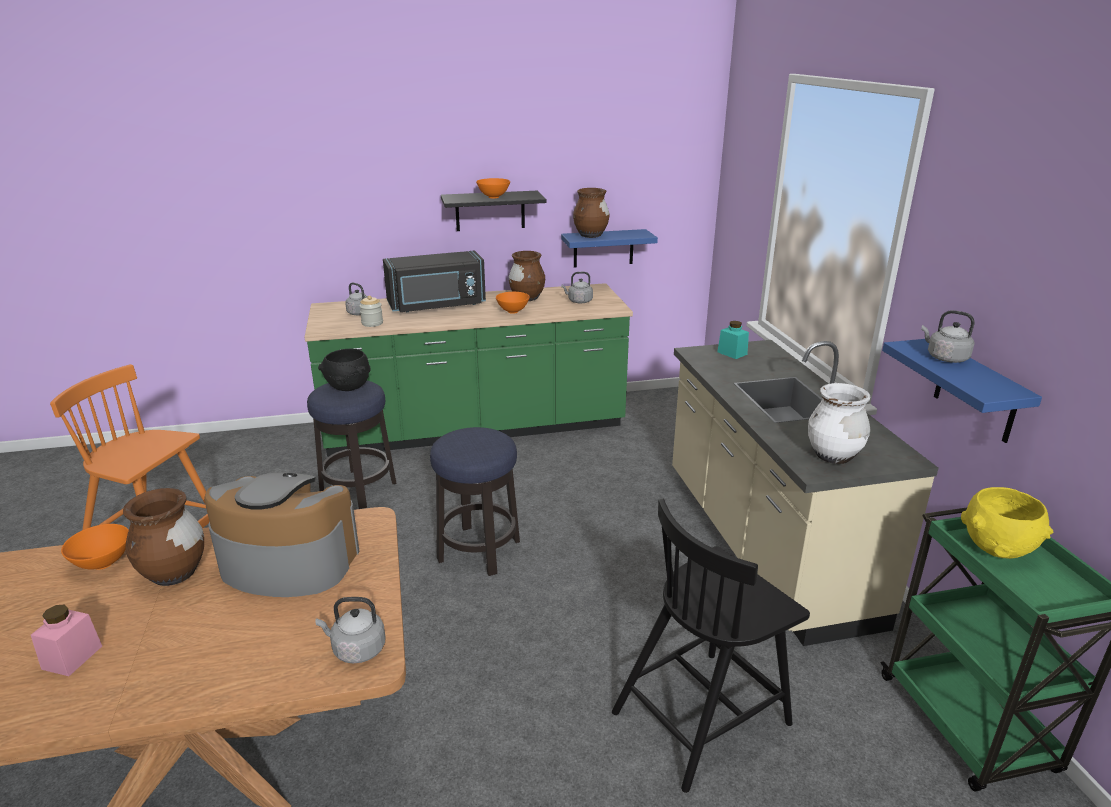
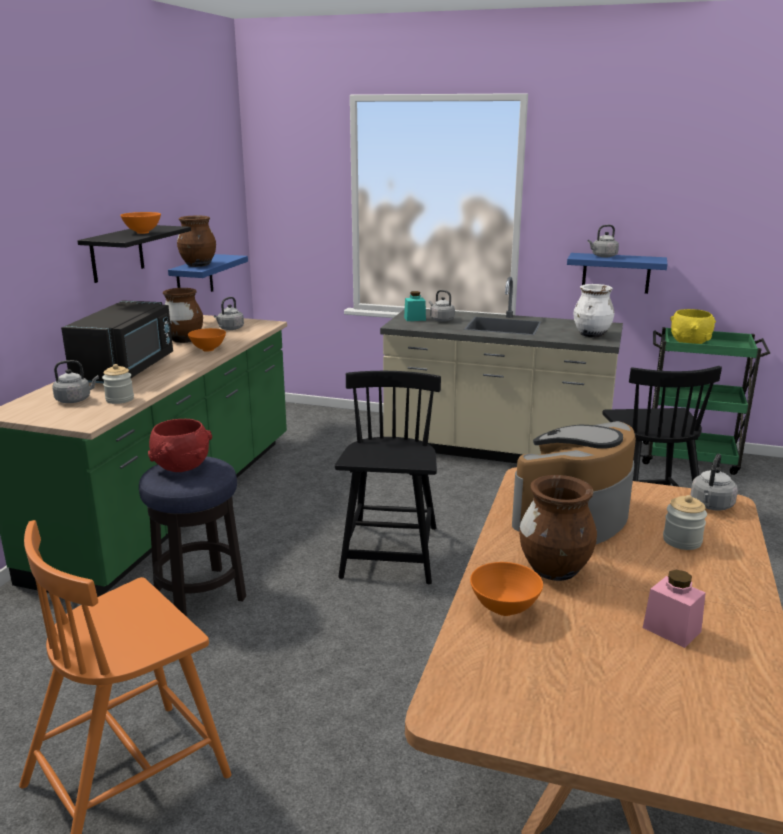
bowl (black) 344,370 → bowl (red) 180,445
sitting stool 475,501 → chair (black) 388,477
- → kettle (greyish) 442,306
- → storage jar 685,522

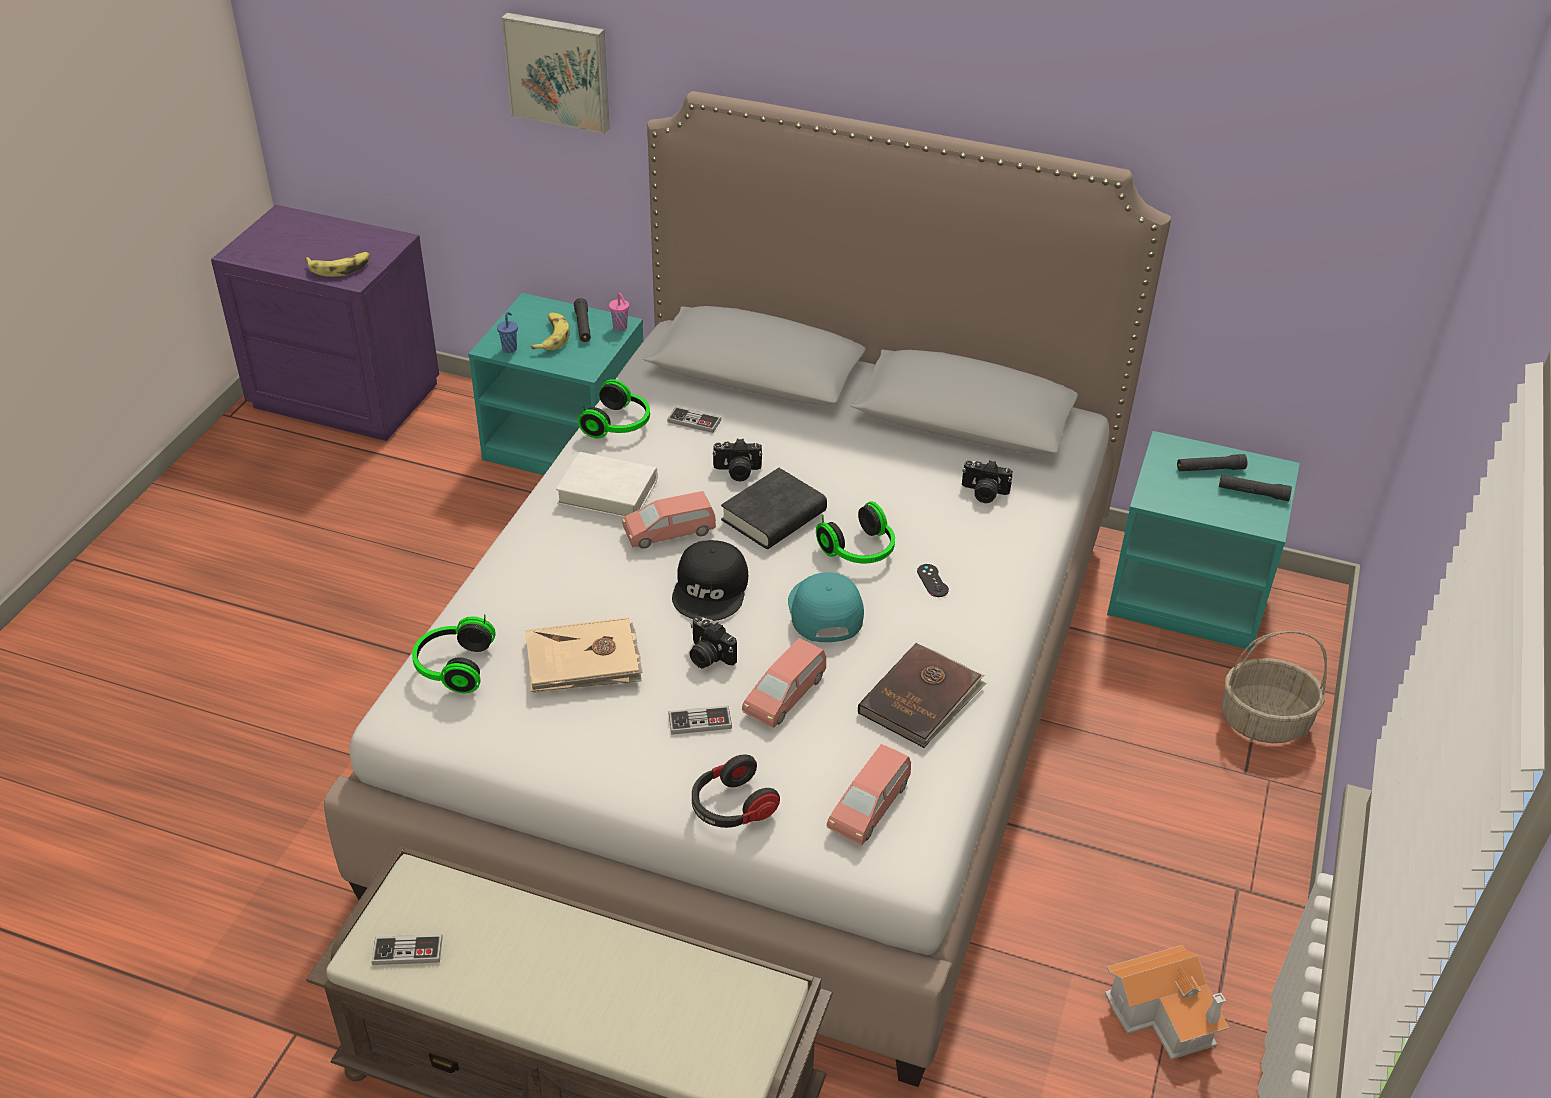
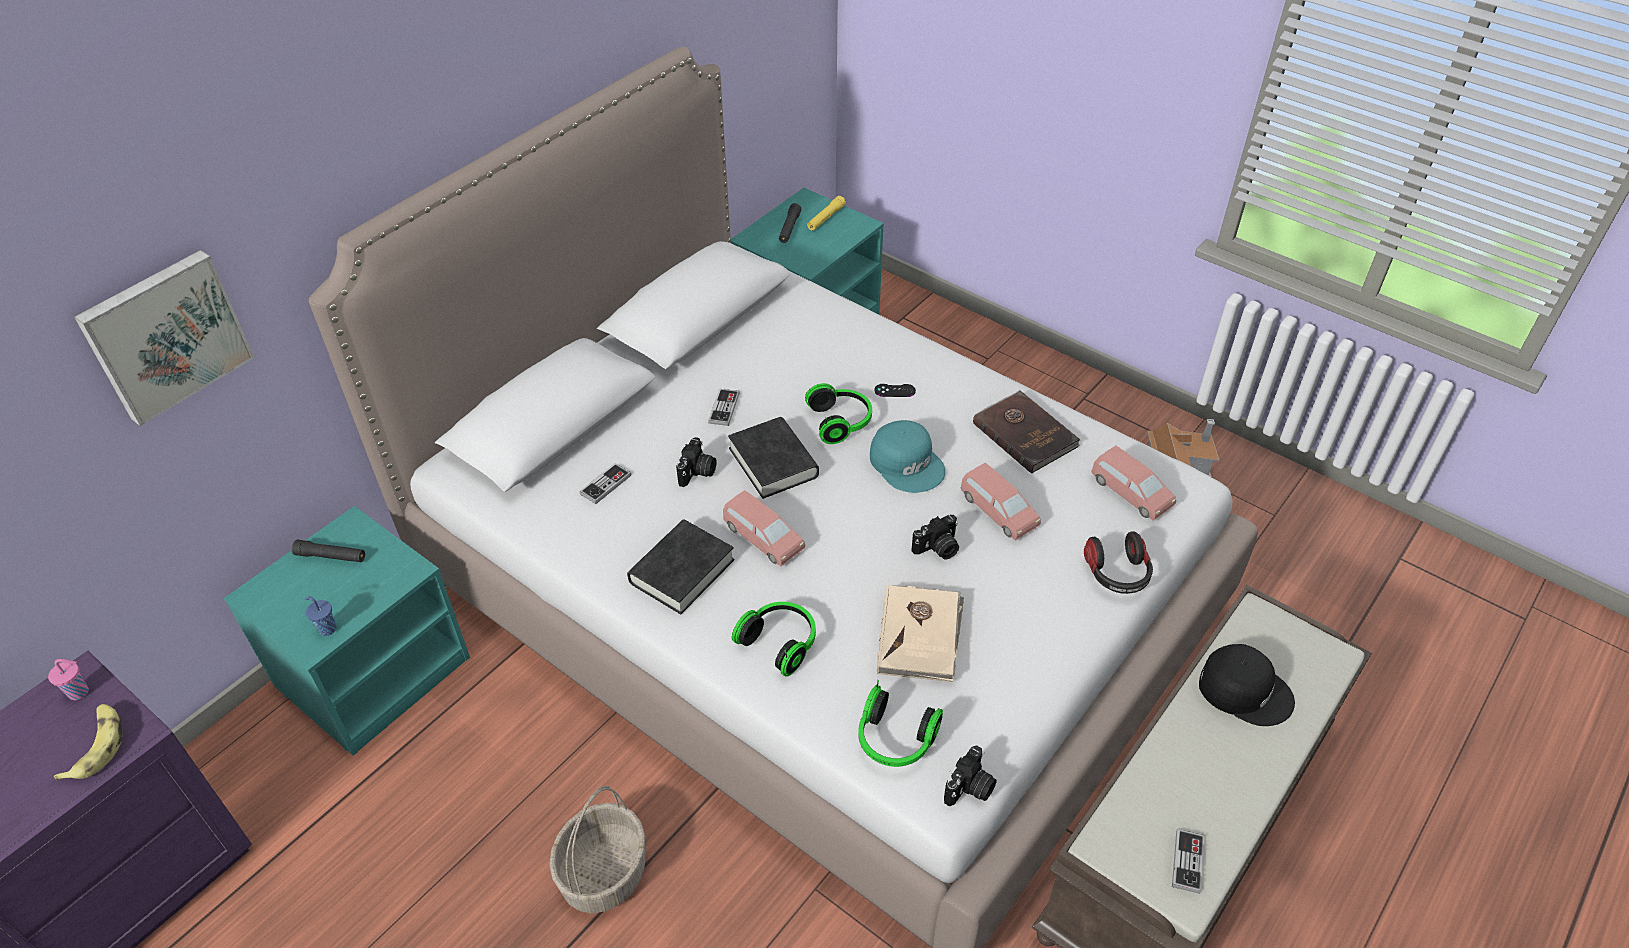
small cup (pinkish) 619,312 → small cup (pinkish) 68,679, shifted
basket 1274,687 → basket 597,849, shifted
volume (white) 606,485 → volume (black) 680,566
game controller 700,720 → game controller 724,407, shifted
miniature car (pinkish) 669,520 → miniature car (pinkish) 764,528, 45 degrees counterclockwise
headphones 614,409 → headphones 774,639, shifted
torch (black) 1255,488 → torch (yellowish) 826,213
peaked cap (blue-green) 826,607 → peaked cap (blue-green) 907,456, 135 degrees counterclockwise
photo camera 987,481 → photo camera 970,775, shifted
peaked cap (black) 710,580 → peaked cap (black) 1247,685, shifted
whole banana 550,331 → -

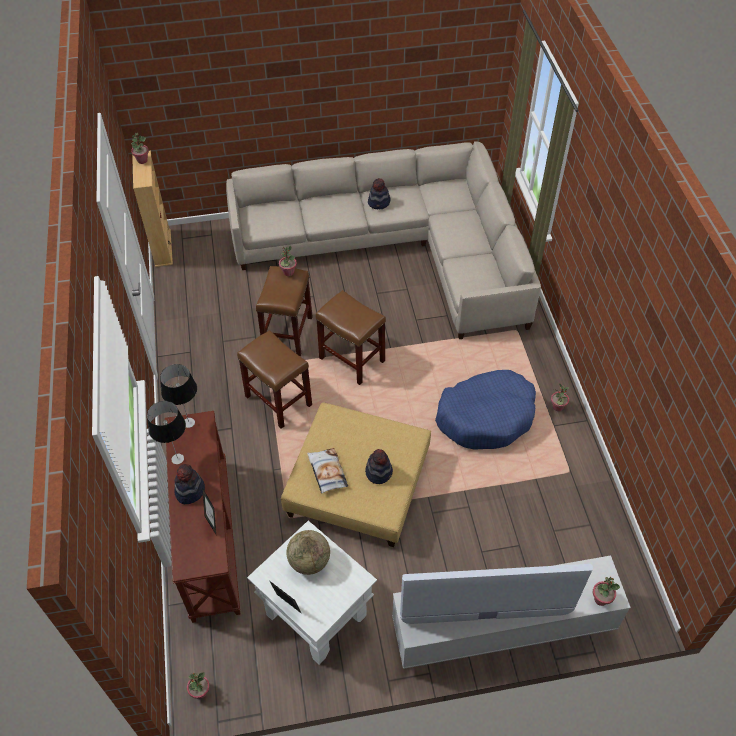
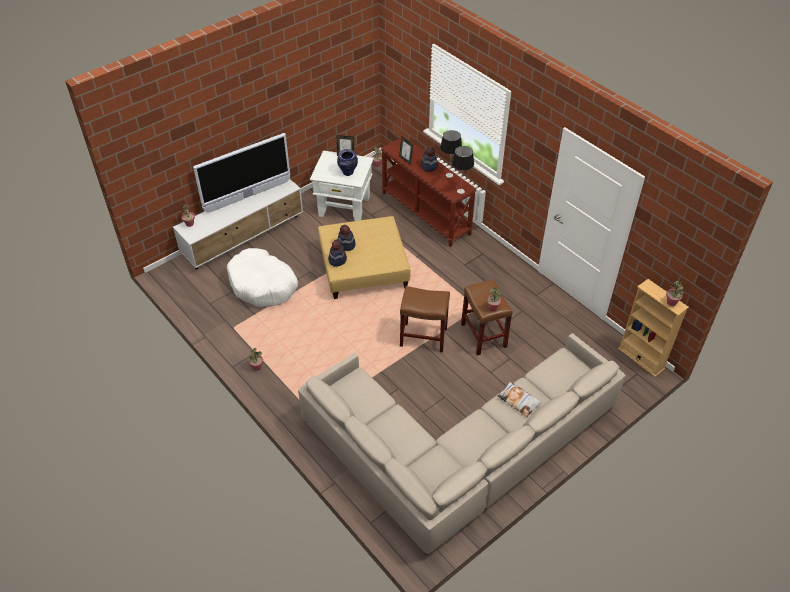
- → dog cushion (white) 262,277
wearable hat 379,193 → wearable hat 337,253, shifted
world globe 308,552 → vase 347,162
pillow 327,470 → pillow 519,399, shifted
sitting stool (brownish) 274,379 → -
dog cushion (blue) 485,410 → -

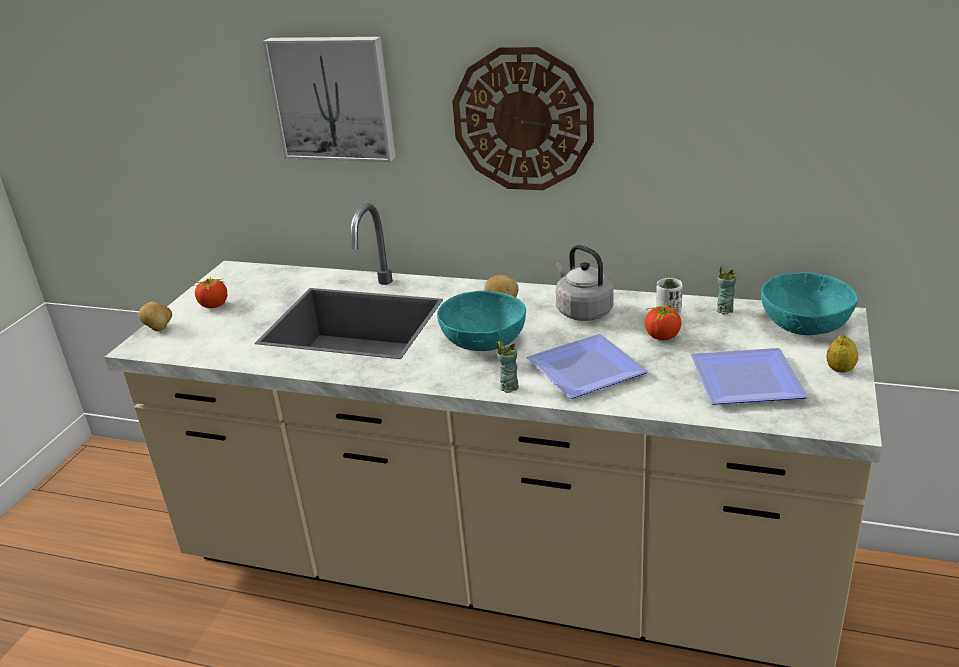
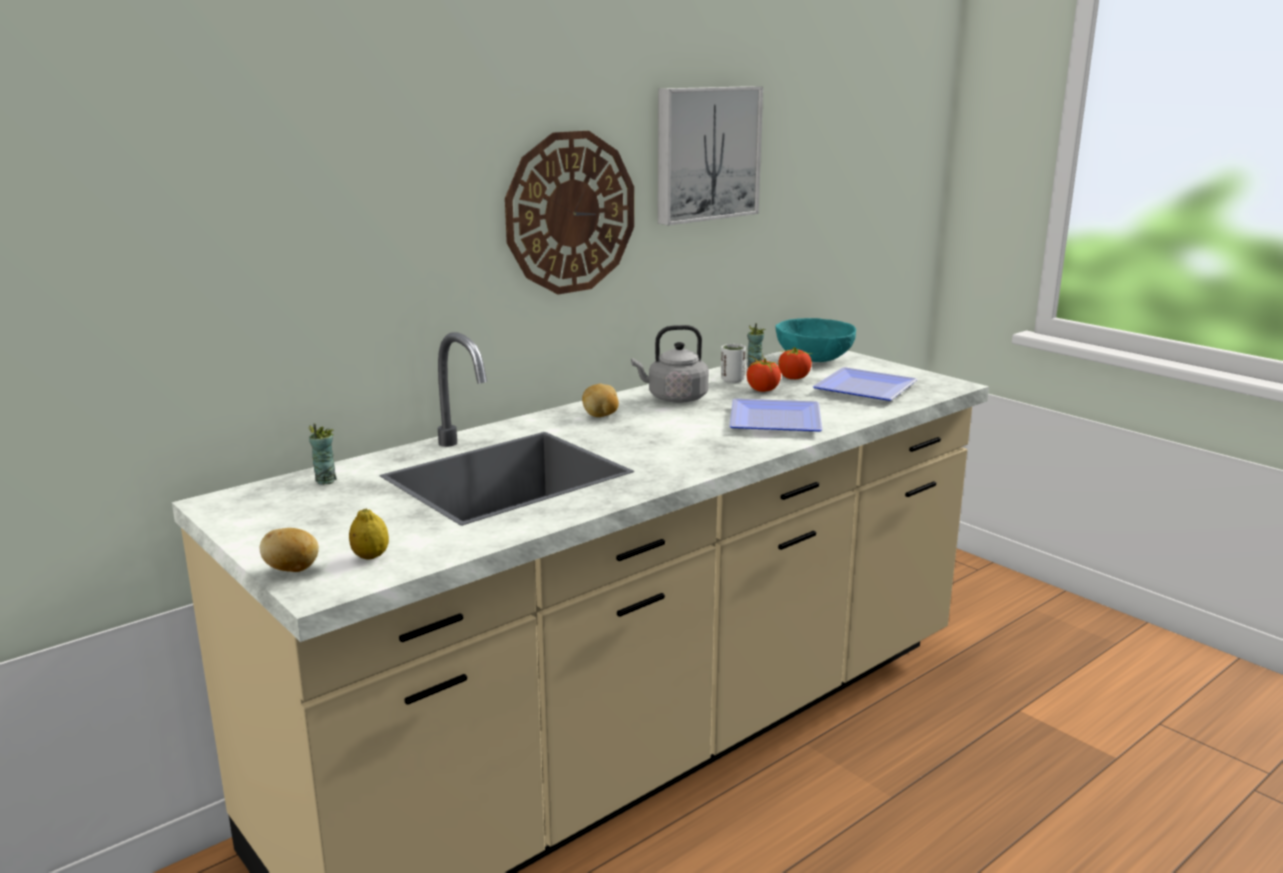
small cup 507,366 → small cup 322,454, shifted
citrus fruit 842,353 → citrus fruit 369,534, shifted
picture 329,99 → picture 710,155, shifted
fresh tomato 209,292 → fresh tomato 795,363, shifted
bowl (blue-green) 481,321 → -

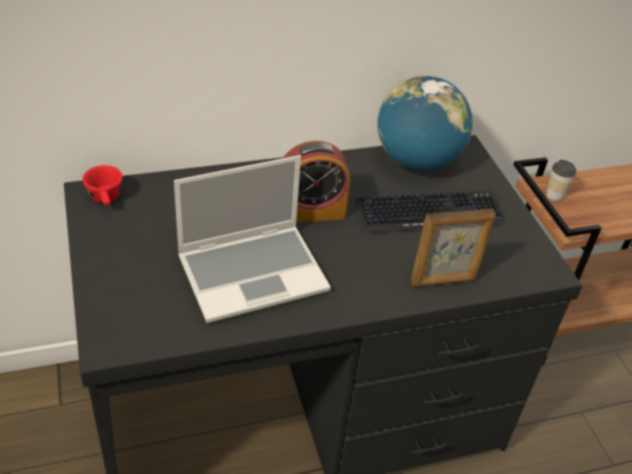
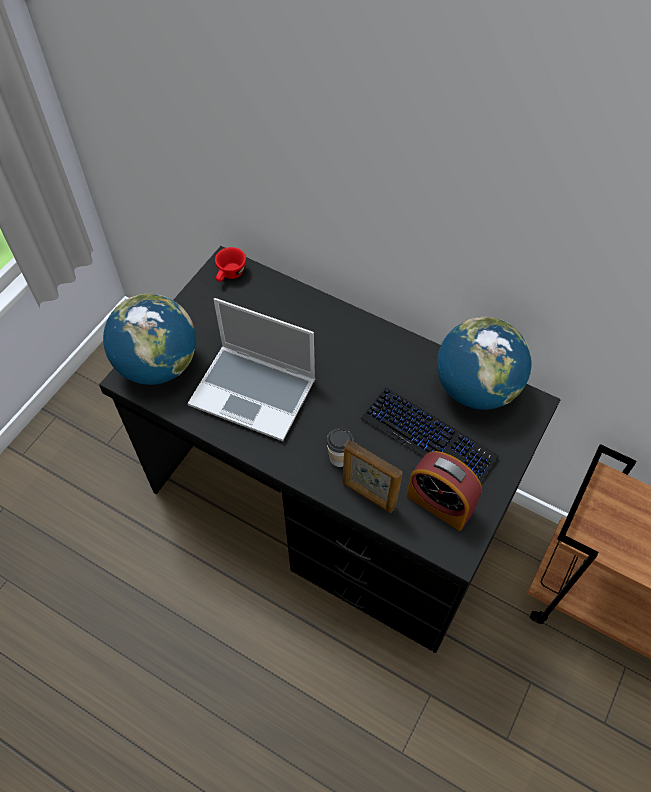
- → world globe 149,339
small cup 561,180 → small cup 340,447, shifted
alarm clock 316,181 → alarm clock 444,491, shifted

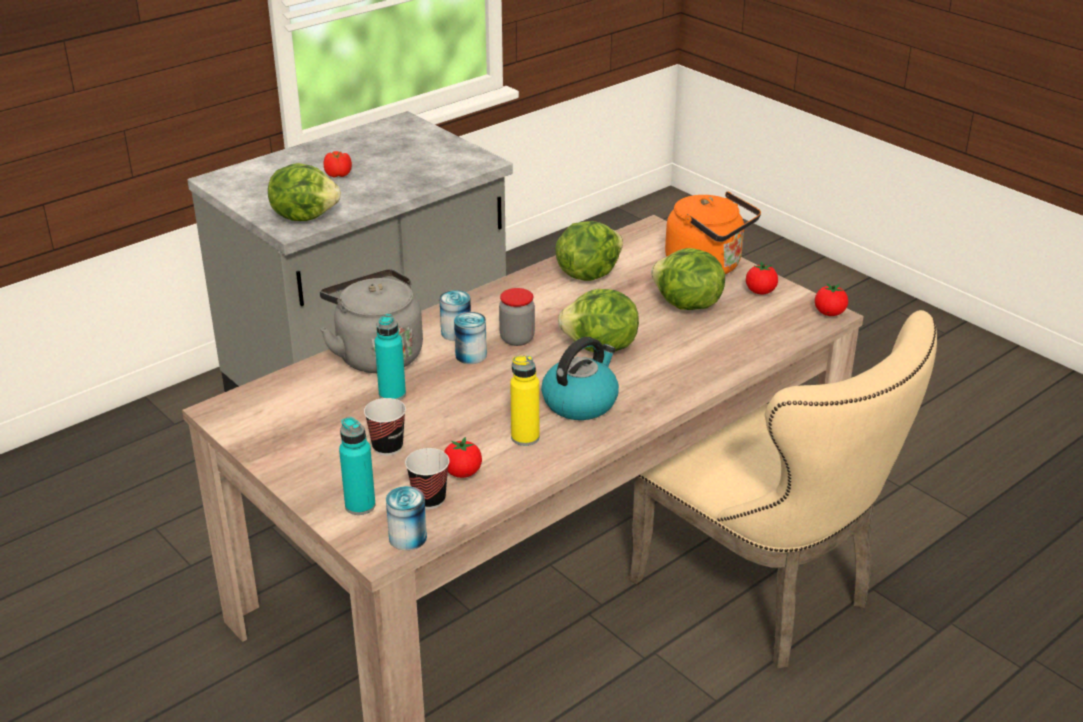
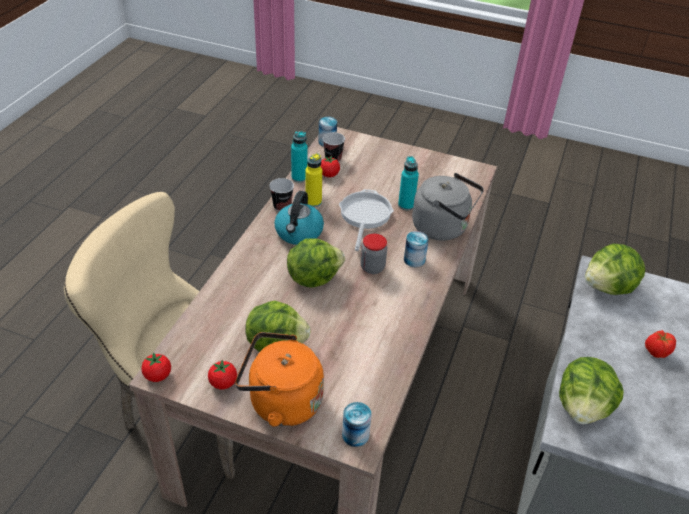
small cup 385,427 → small cup 281,194, shifted
bottle (blue-green) 357,466 → bottle (blue-green) 299,156, shifted
- → frying pan 366,220
sealed can 470,338 → sealed can 357,424, shifted
lettuce 589,251 → lettuce 591,390, shifted

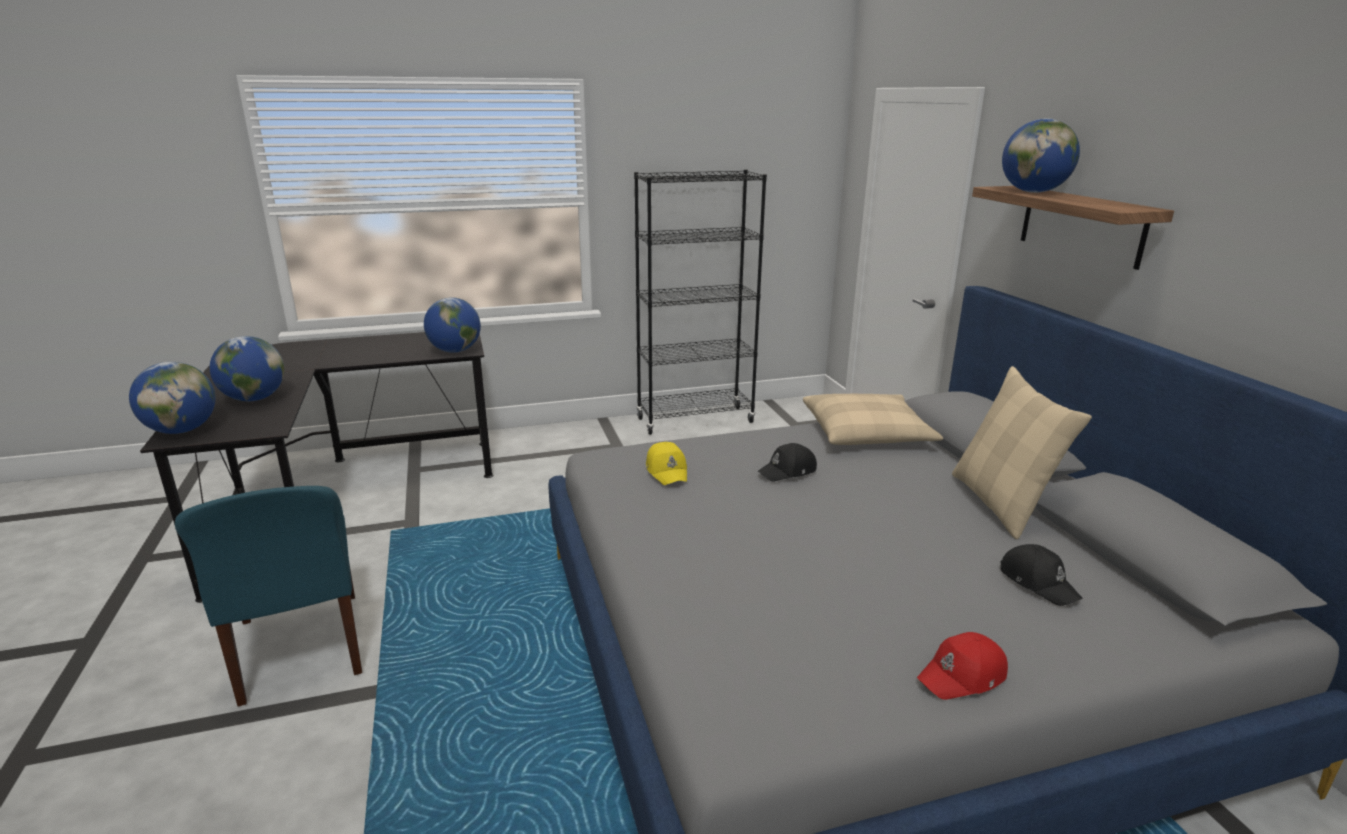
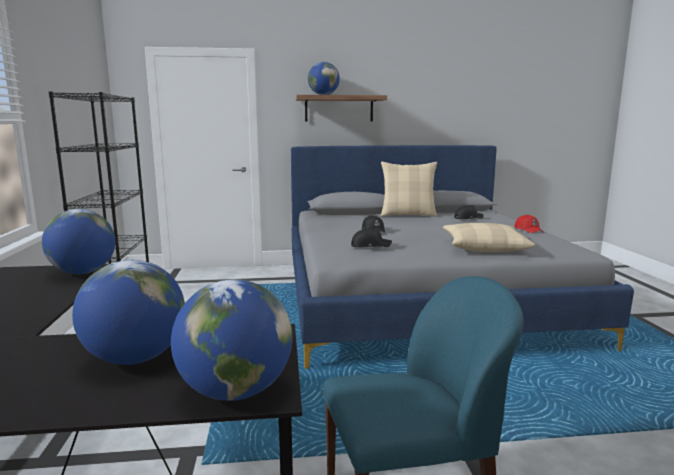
peaked cap (yellowish) 666,463 → peaked cap (black) 371,237
pillow (sand-coloured) 873,419 → pillow (sand-coloured) 489,237, shifted

